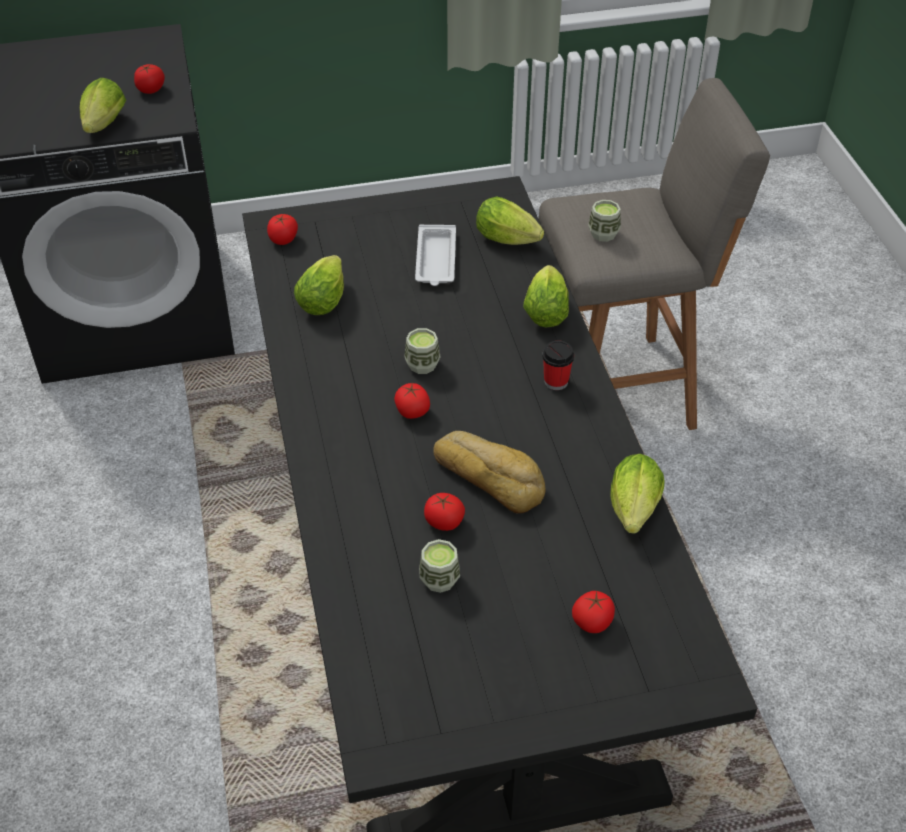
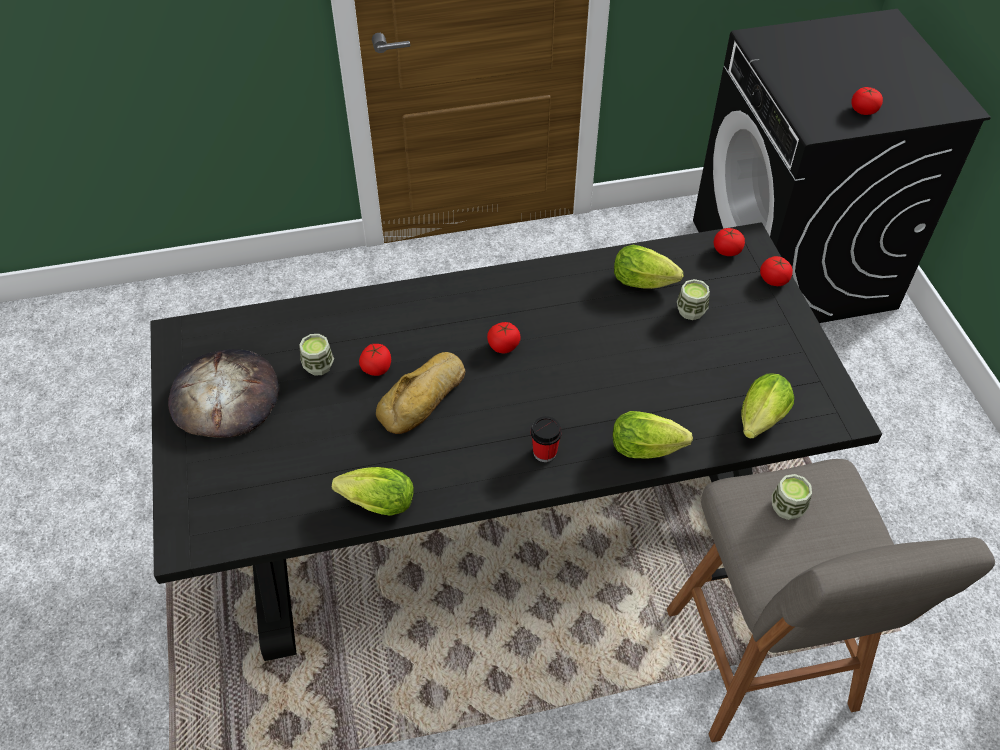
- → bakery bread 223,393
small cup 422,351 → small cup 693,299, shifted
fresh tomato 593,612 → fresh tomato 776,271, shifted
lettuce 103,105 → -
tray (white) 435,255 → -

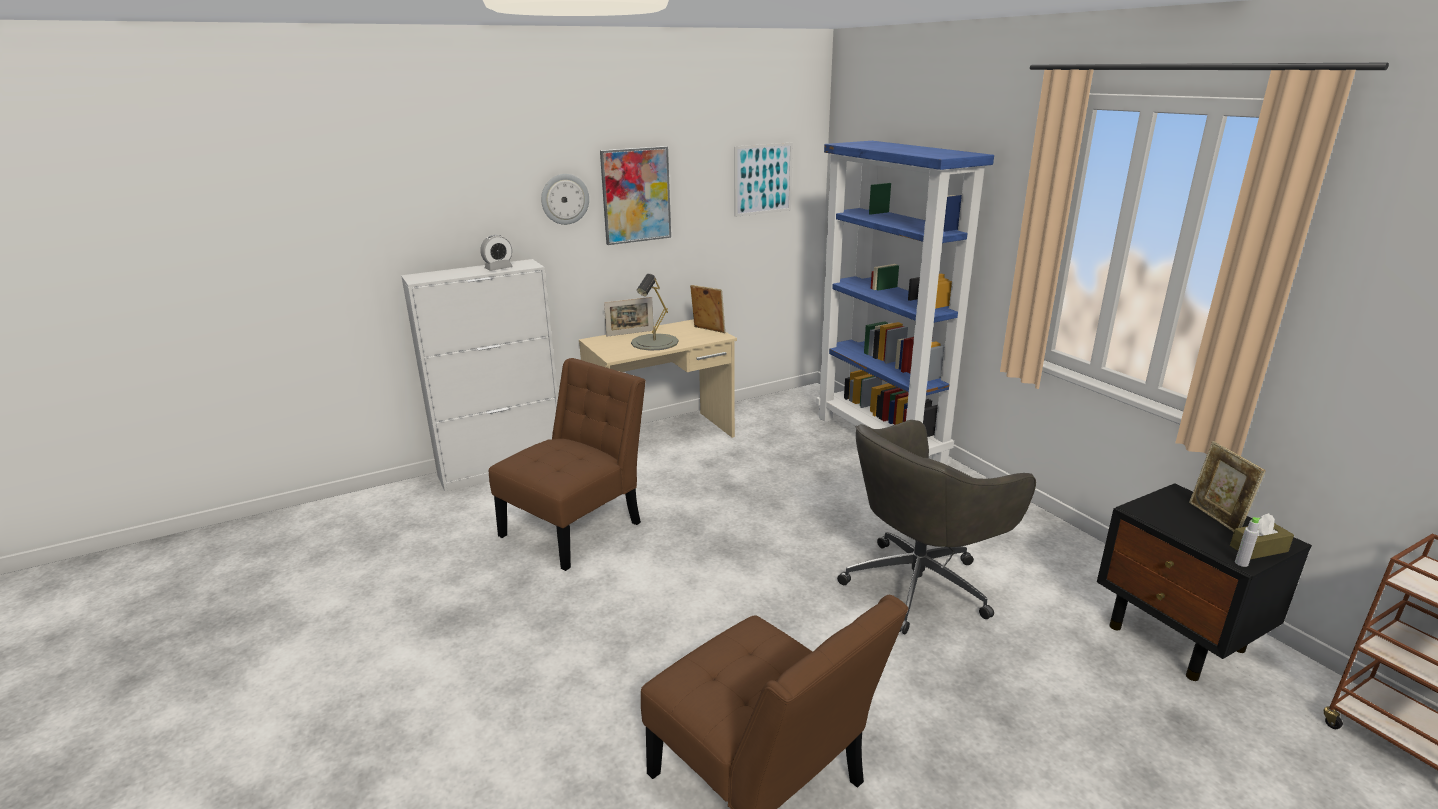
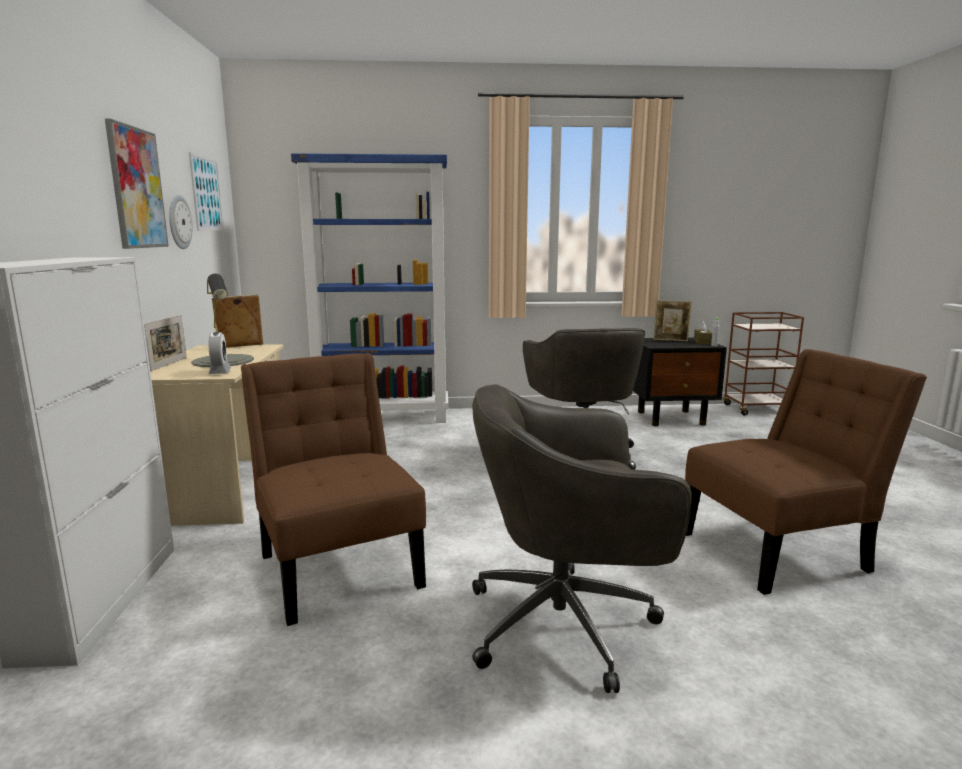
clock on the wall 565,199 → clock on the wall 181,222, shifted
alarm clock 496,253 → alarm clock 219,353, shifted
- → office chair (greyish) 582,539

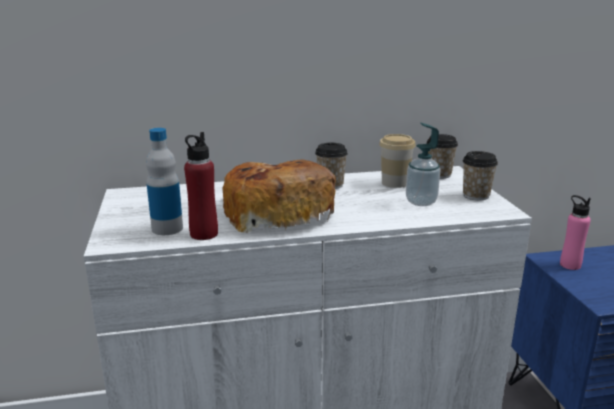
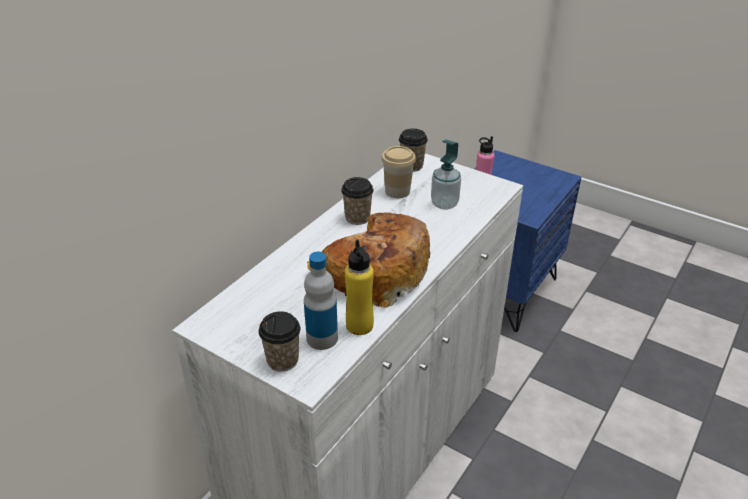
small cup 480,175 → small cup 279,341, shifted
bottle (red) 201,186 → bottle (yellowish) 359,287

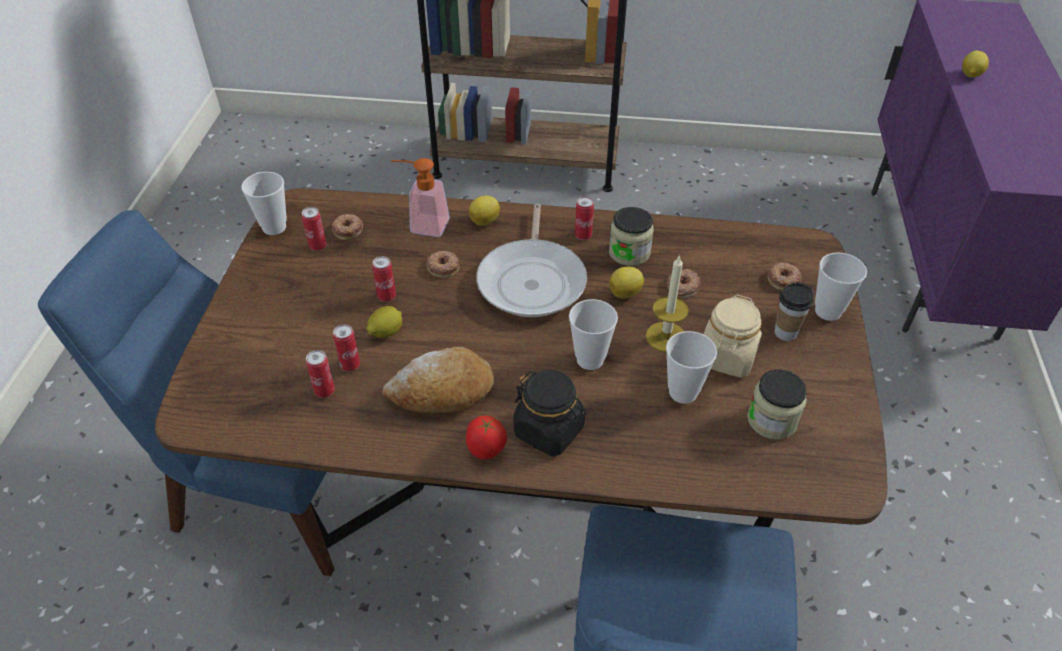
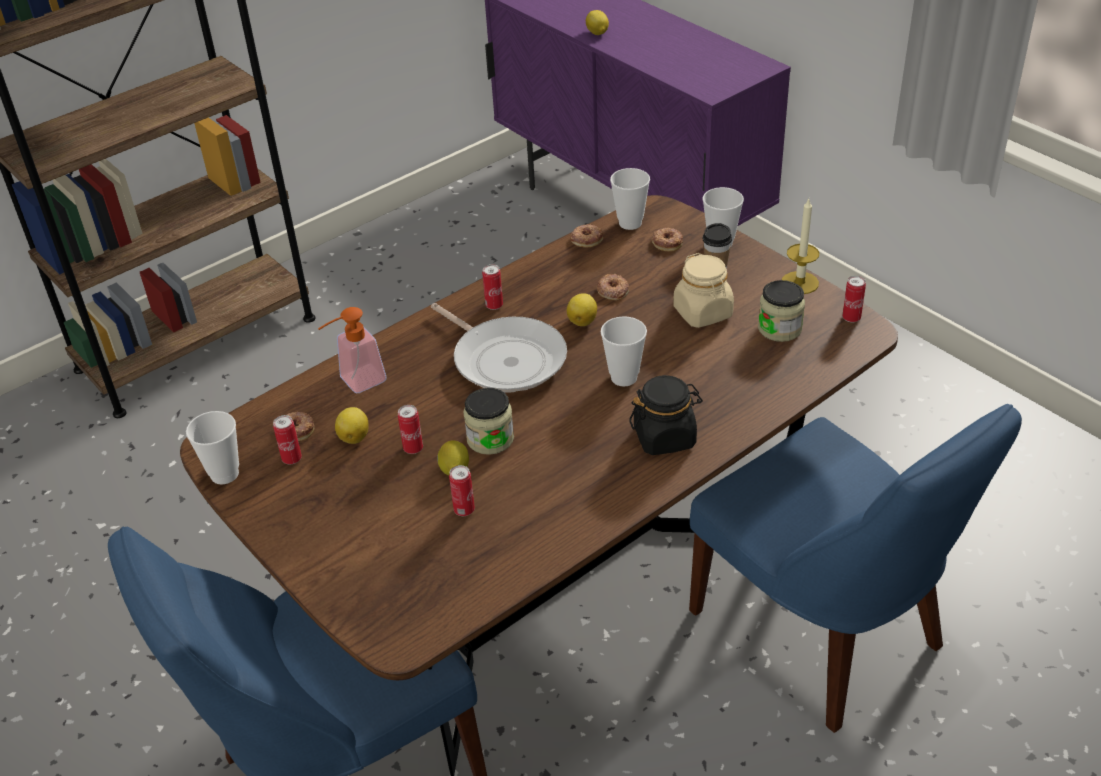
citrus fruit 484,211 → citrus fruit 352,425, shifted
storage jar 631,236 → storage jar 488,421, shifted
ring doughnut 443,264 → ring doughnut 586,235, shifted
small cup 691,367 → small cup 630,199, shifted
wax candle 667,303 → wax candle 800,246, shifted
sealed can 320,374 → sealed can 854,299, shifted
bakery bread 438,380 → -
fresh tomato 486,438 → -

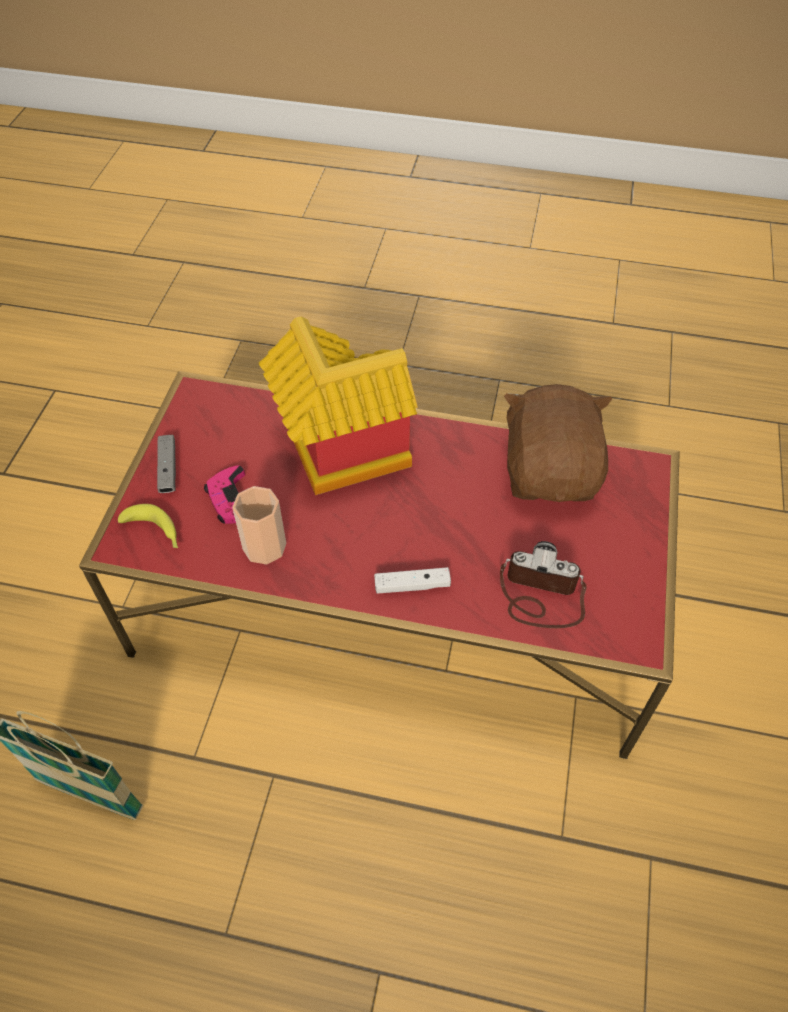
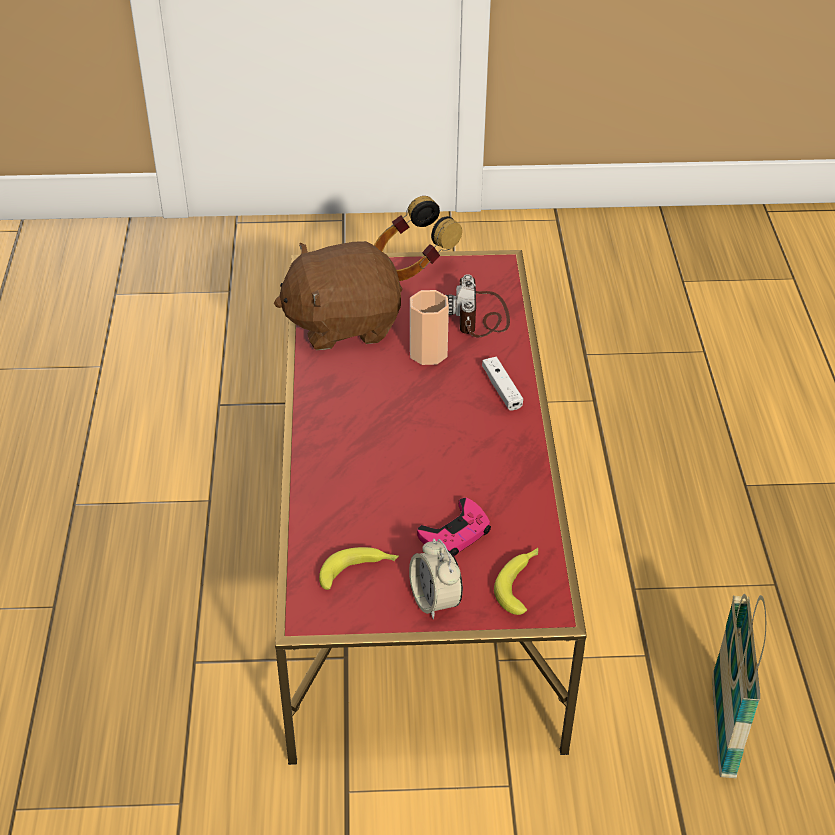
- → whole banana 359,568
- → headphones 418,238
game controller (greyish) 166,464 → alarm clock 436,579
small cup 259,525 → small cup 429,327, shifted
miniature house 338,405 → -

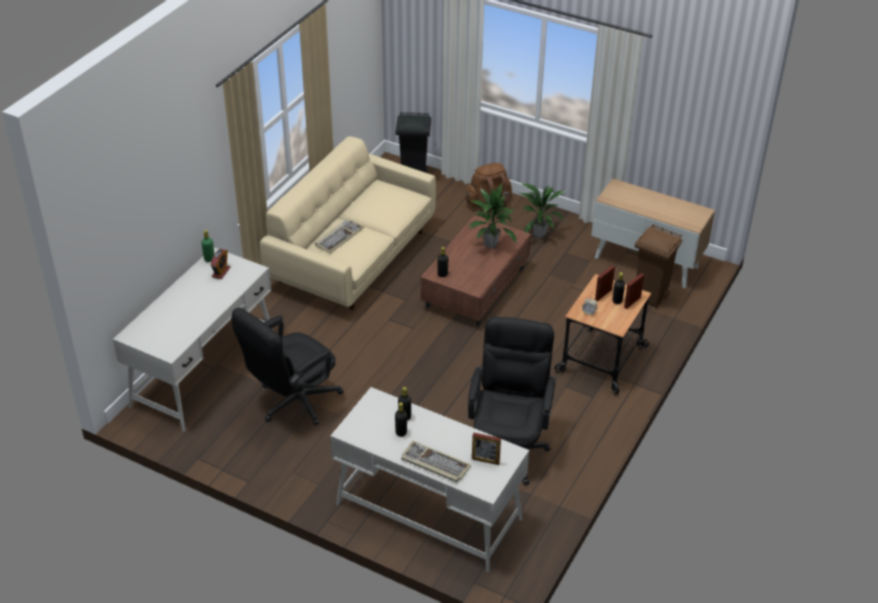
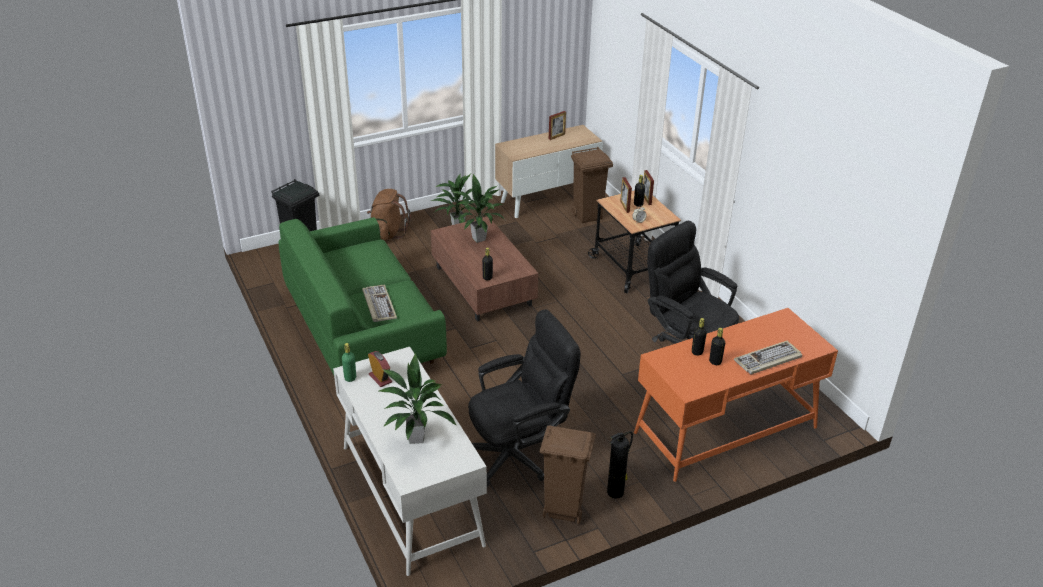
sofa (sand-coloured) 348,223 → sofa (green) 363,296
- → potted plant 418,398
office chair (black) 287,367 → office chair (black) 524,398, 105 degrees counterclockwise
- → trash can (brownish) 568,474
standing frame 486,449 → standing frame 557,125, shifted
- → fire-fighting cylinder 620,465
desk unit (white) 429,479 → desk unit (orangey) 736,395

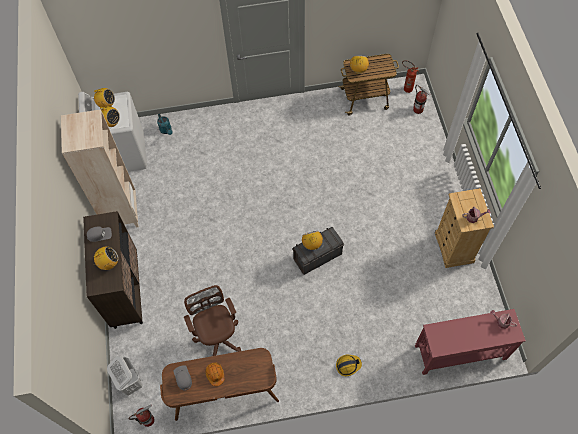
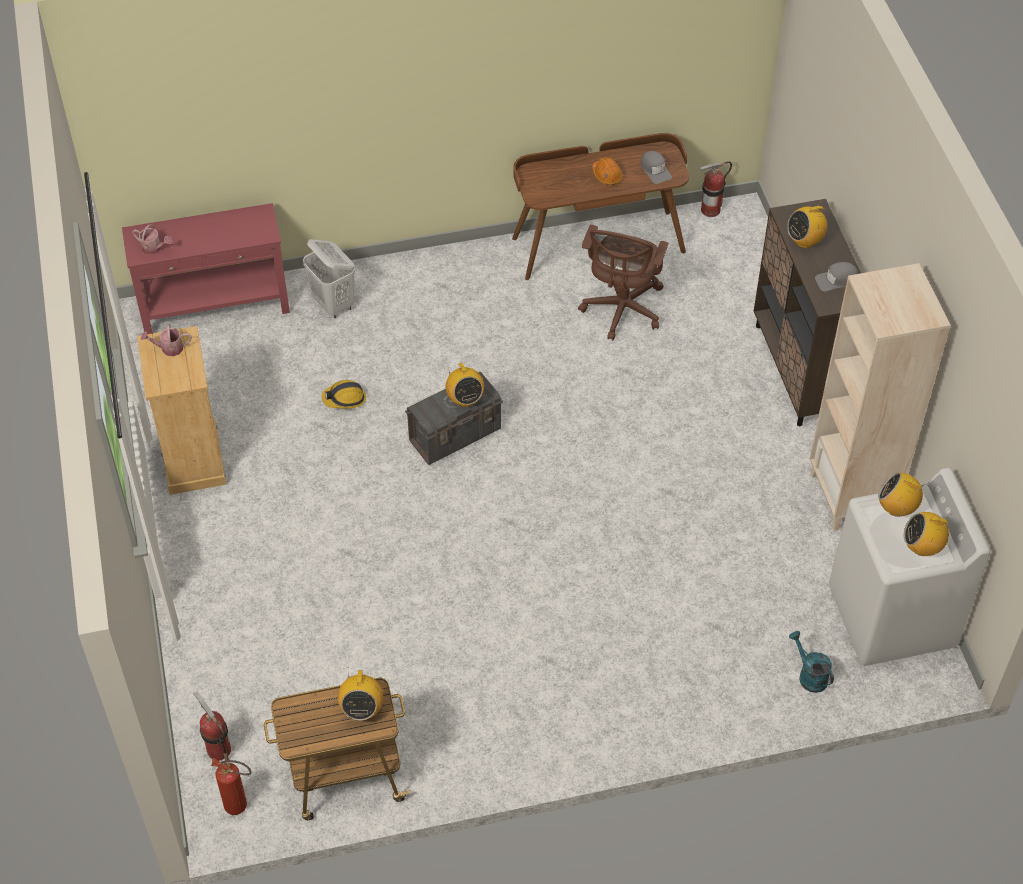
laundry basket (white) 125,376 → laundry basket (white) 329,278, shifted
safety helmet 349,365 → safety helmet 344,394, shifted
office chair (brownish) 212,320 → office chair (brownish) 623,282, 45 degrees clockwise

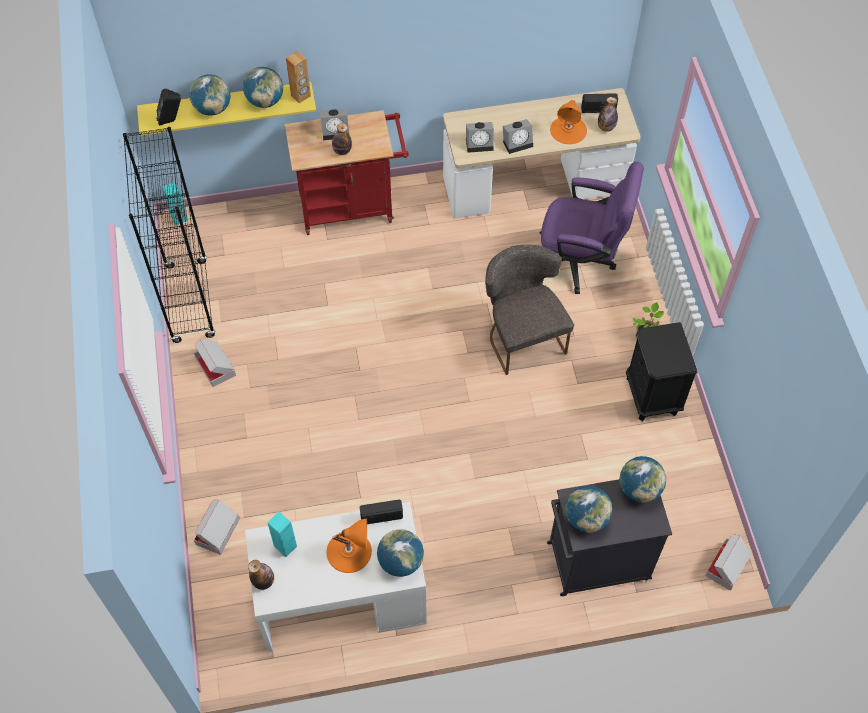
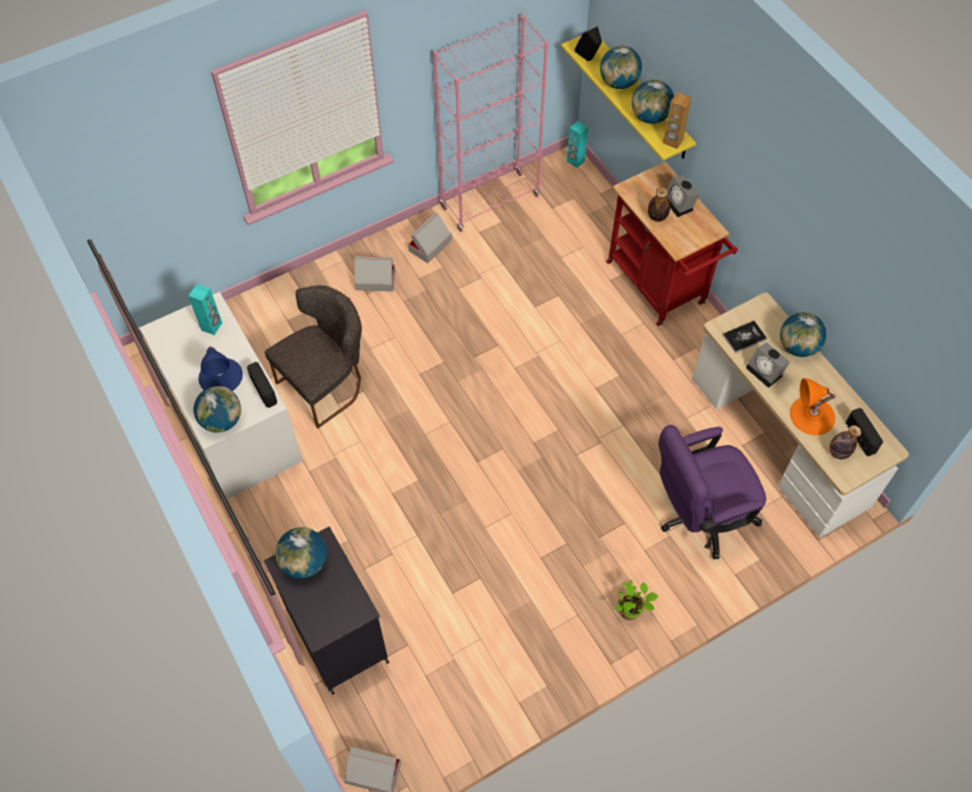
tabletop lamp (orangey) 349,545 → tabletop lamp (blue) 221,369
chair (greyish) 529,310 → chair (greyish) 313,356, shifted
cardboard box 217,527 → cardboard box 374,273, shifted
shelving unit (black) 169,235 → shelving unit (pinkish) 490,123
office chair (purplish) 592,228 → office chair (purplish) 712,492, 75 degrees clockwise
alarm clock 480,137 → volume 745,337
world globe 642,479 → world globe 803,334, shifted
bottle 261,575 → -
night table (black) 661,371 → -

